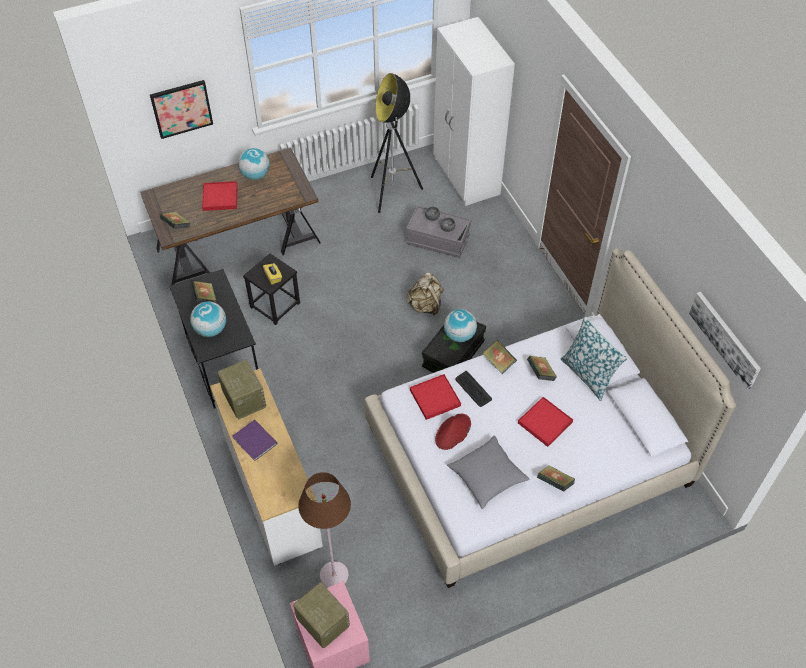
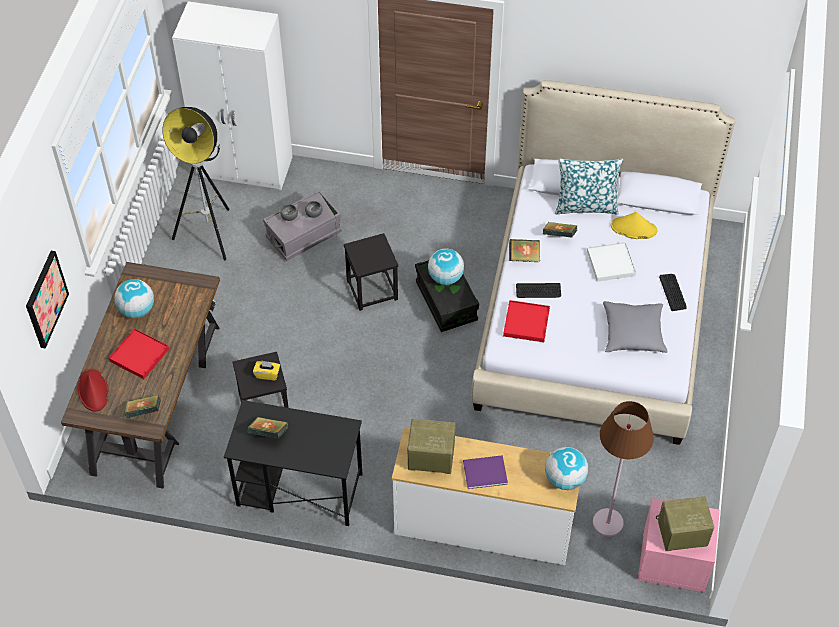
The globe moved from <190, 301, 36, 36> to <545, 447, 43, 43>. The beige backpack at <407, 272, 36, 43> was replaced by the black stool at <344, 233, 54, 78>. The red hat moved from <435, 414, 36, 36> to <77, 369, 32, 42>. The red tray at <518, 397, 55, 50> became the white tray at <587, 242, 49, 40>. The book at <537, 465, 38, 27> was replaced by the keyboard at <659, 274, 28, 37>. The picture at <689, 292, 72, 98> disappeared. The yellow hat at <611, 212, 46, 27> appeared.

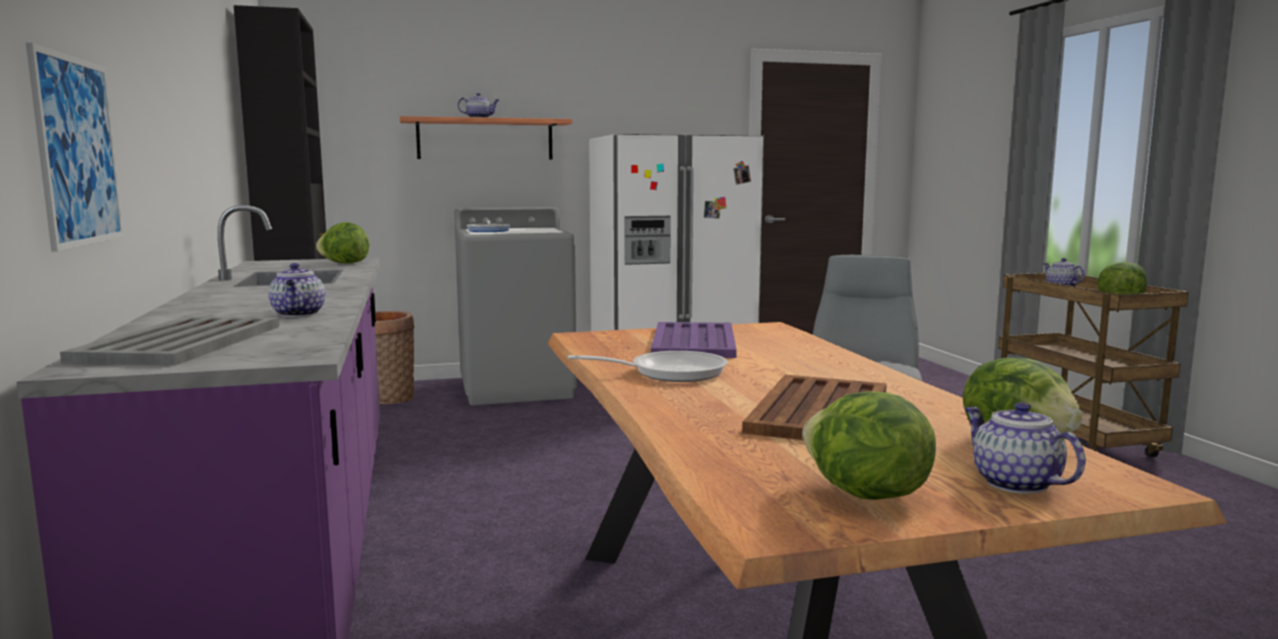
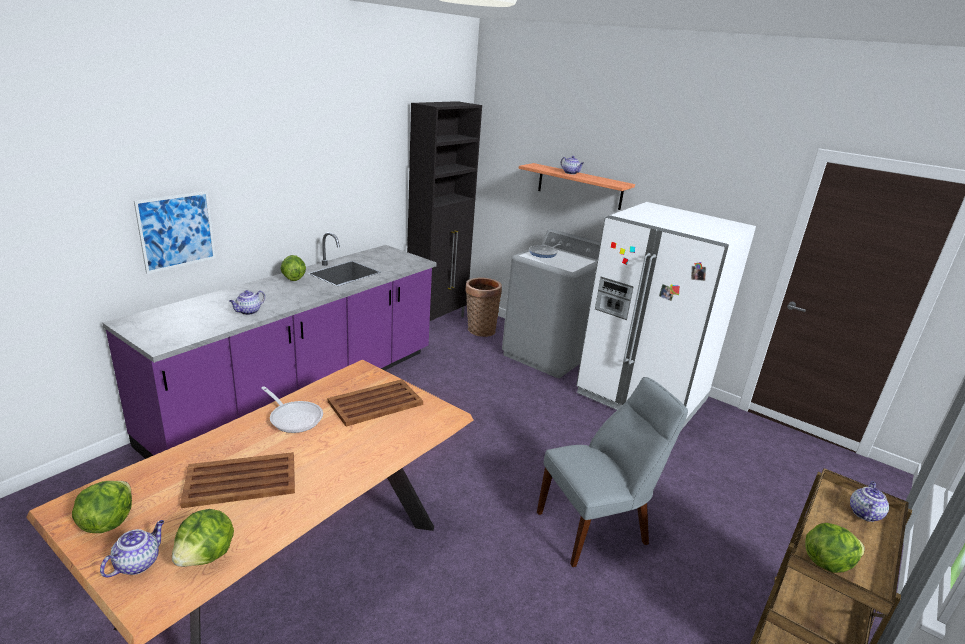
The grey tray at <60, 316, 219, 50> disappeared. The lettuce moved from <316, 222, 53, 42> to <280, 255, 26, 26>. The purple tray at <651, 322, 86, 36> became the brown tray at <328, 379, 95, 48>.

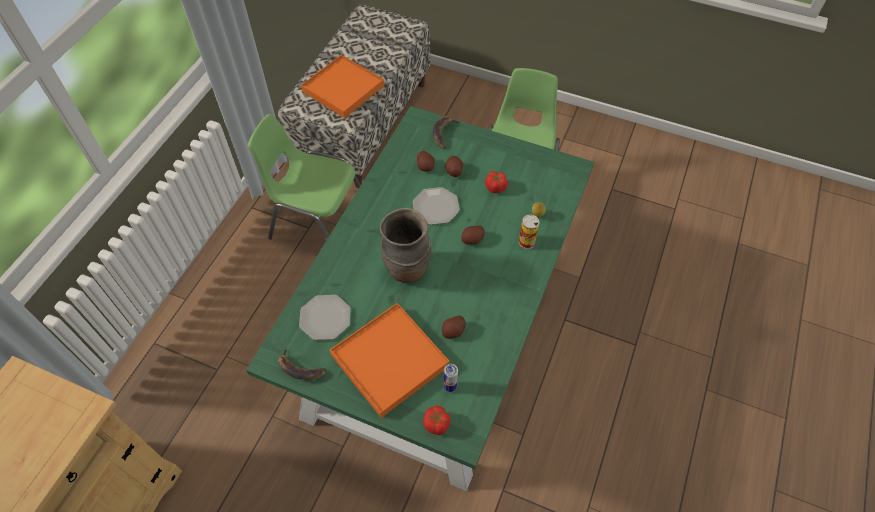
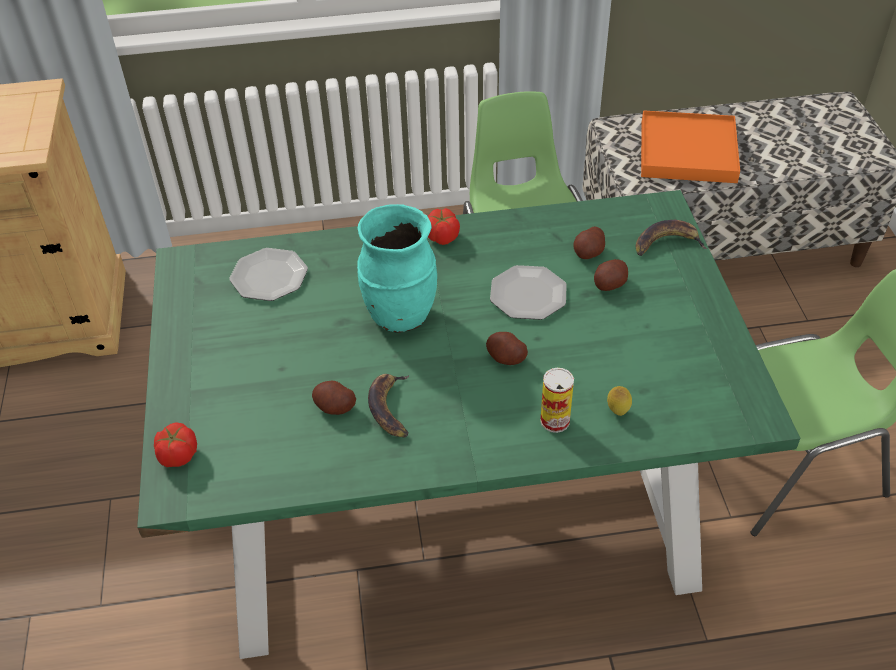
The banana moved from <278, 347, 49, 33> to <368, 374, 41, 63>. The orange tray at <330, 303, 119, 115> disappeared. The brown vase at <380, 208, 51, 75> became the turquoise vase at <357, 204, 80, 129>. The can at <443, 364, 15, 28> disappeared. The tomato moved from <485, 171, 23, 22> to <428, 208, 32, 37>.

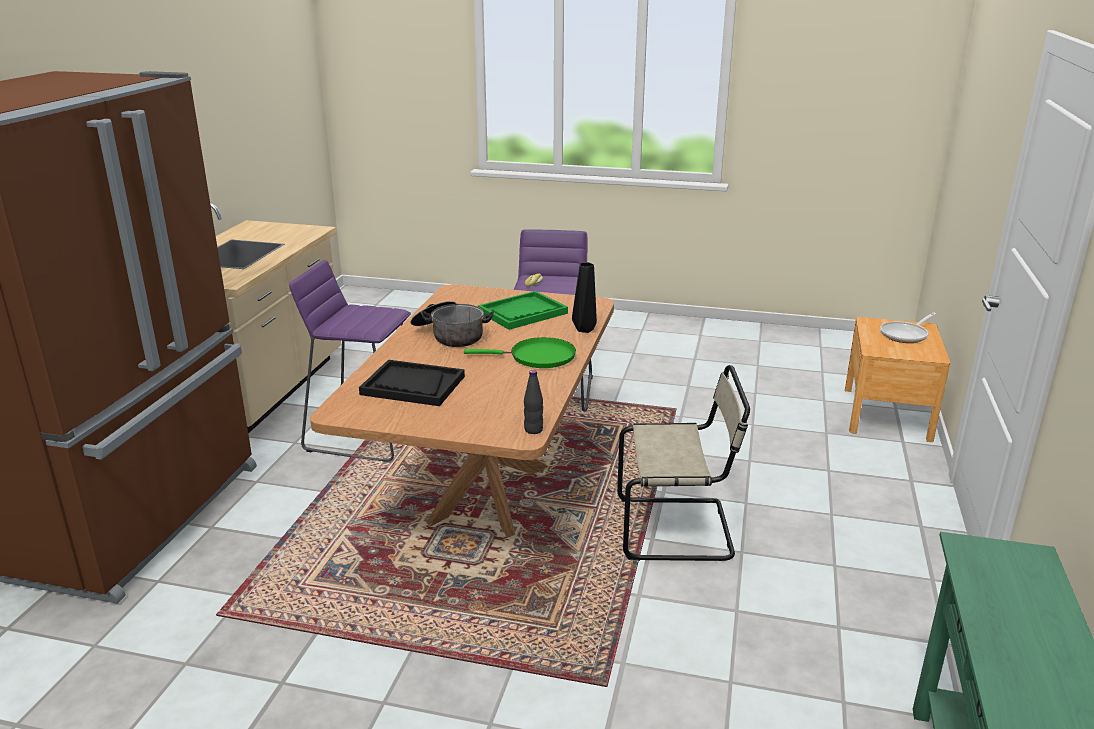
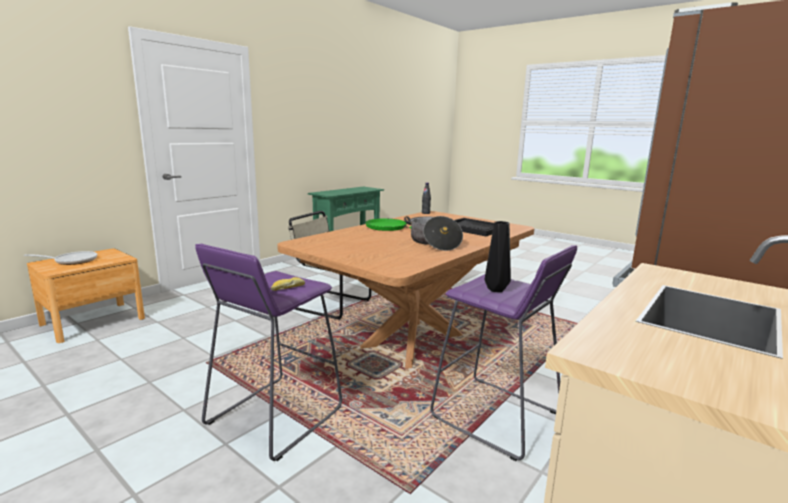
The green tray at <478, 291, 90, 39> disappeared. The black vase moved from <572, 262, 25, 71> to <485, 221, 26, 71>.

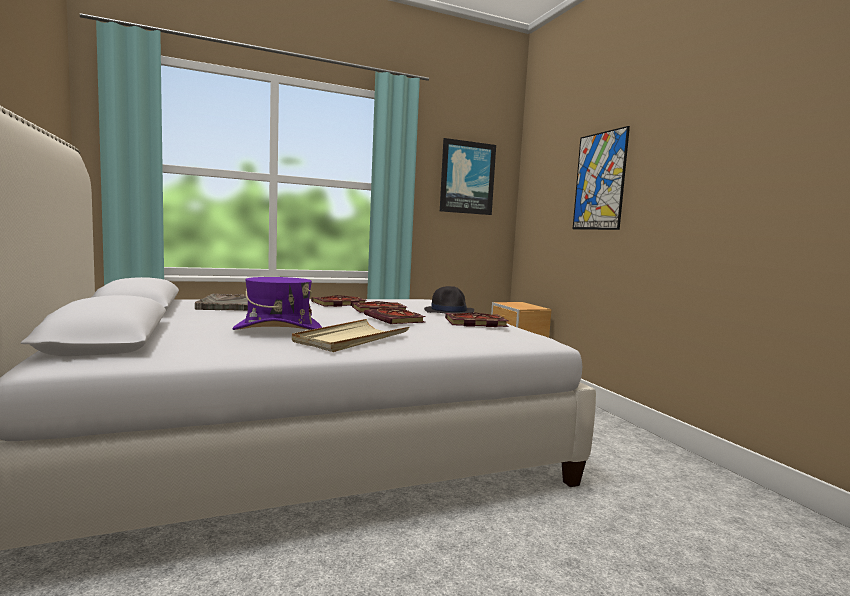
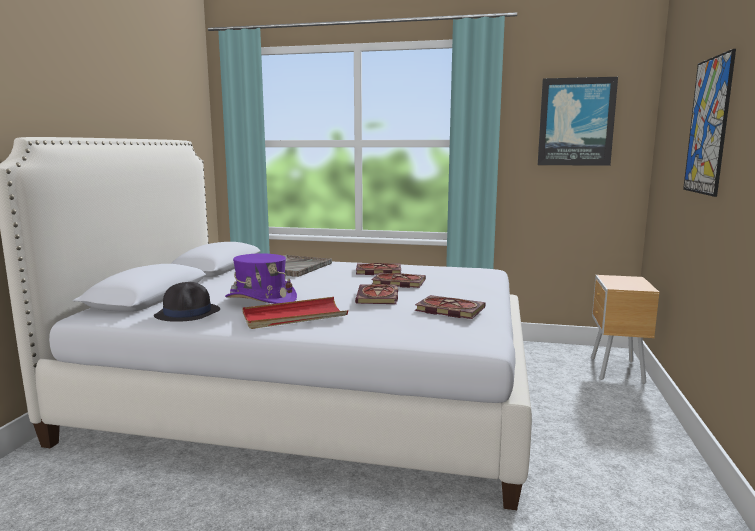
The beige tray at <292, 319, 117, 33> became the red tray at <242, 297, 106, 32>. The black hat moved from <424, 286, 50, 27> to <154, 282, 66, 40>.

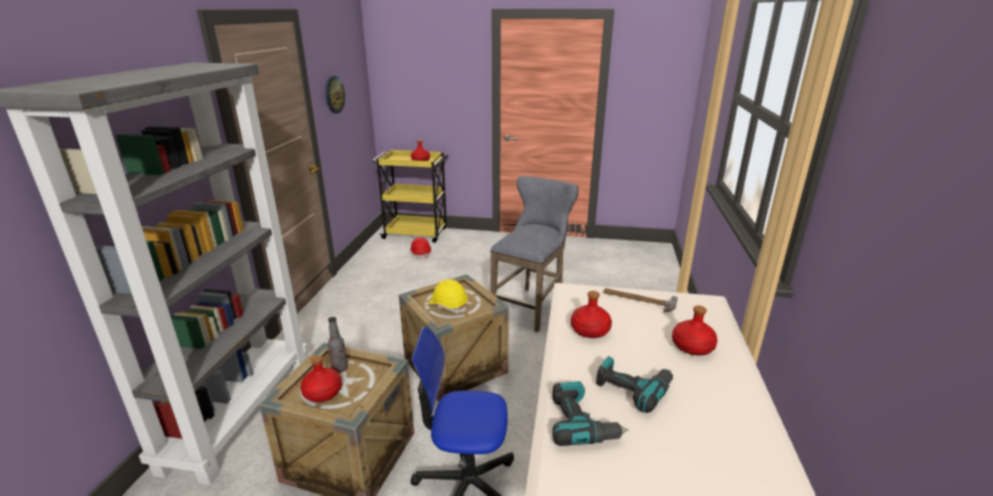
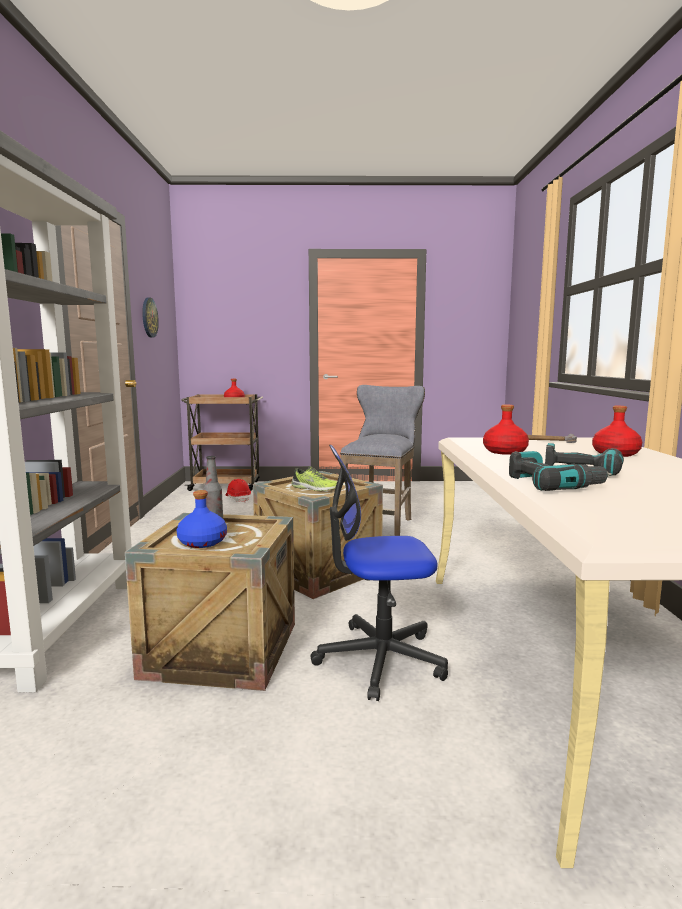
The red bottle at <300, 356, 42, 46> became the blue bottle at <177, 490, 50, 58>. The yellow cart at <372, 150, 76, 93> became the brown cart at <181, 394, 82, 97>. The yellow hard hat at <428, 279, 40, 34> was replaced by the shoe at <291, 466, 46, 25>.

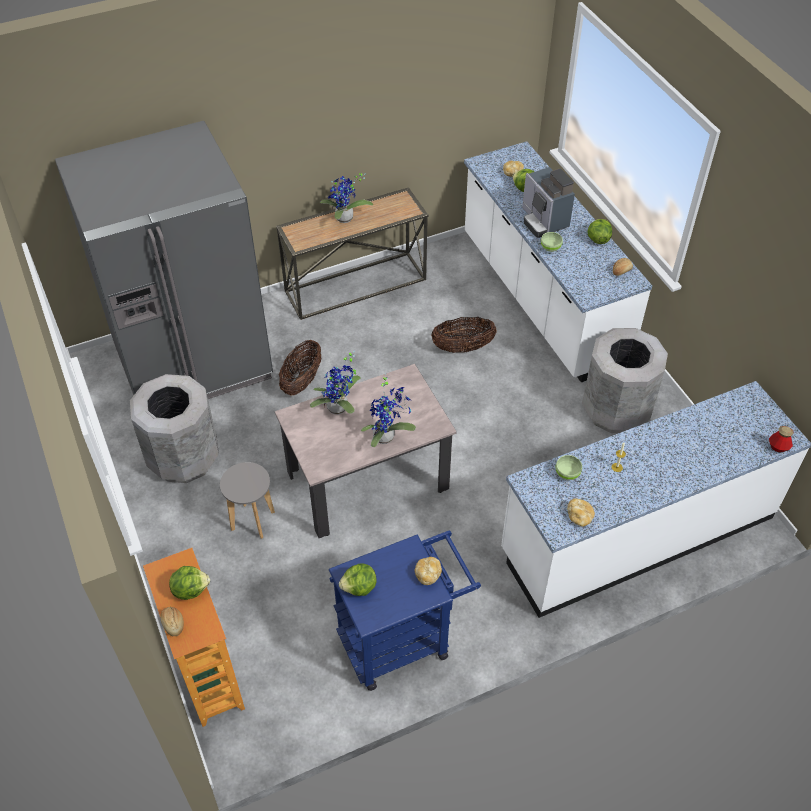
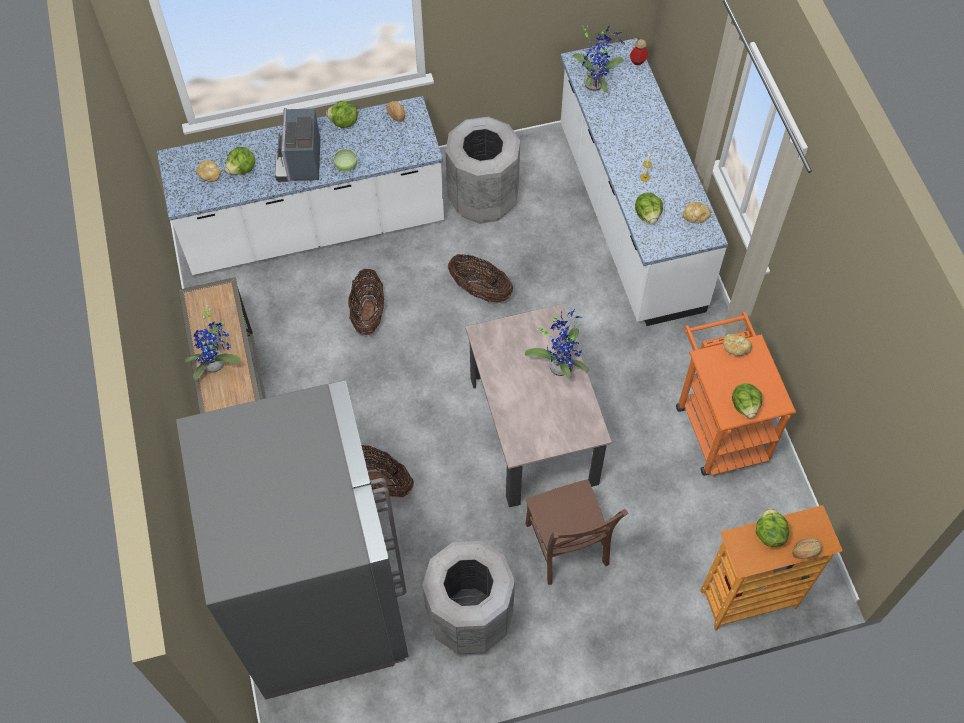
The grey stool at <220, 462, 55, 77> was replaced by the brown chair at <525, 479, 104, 106>. The potted plant moved from <310, 351, 51, 63> to <572, 25, 53, 67>. The blue cart at <329, 531, 152, 160> became the orange cart at <676, 312, 120, 164>. The coffee machine at <522, 167, 53, 71> turned 105 degrees clockwise. The green bowl at <555, 455, 27, 25> was replaced by the lettuce at <635, 193, 28, 31>. The basket at <448, 254, 65, 49> appeared.

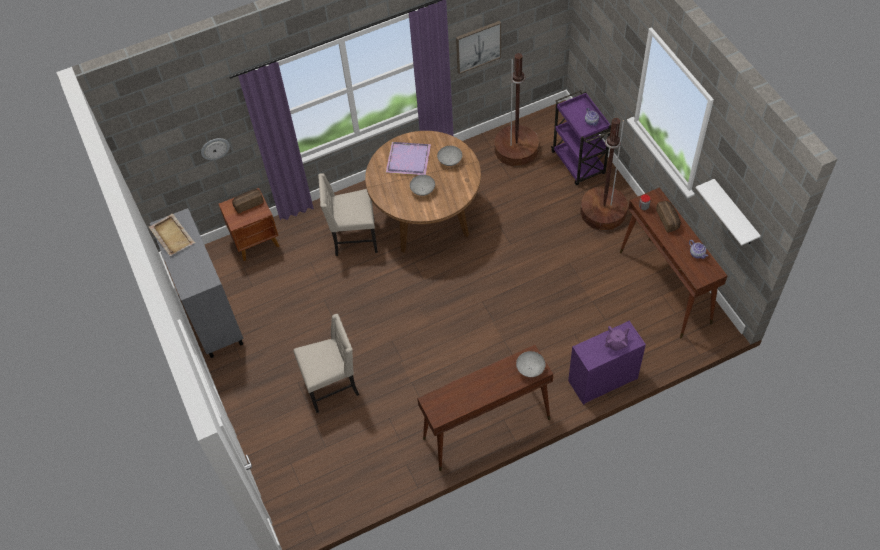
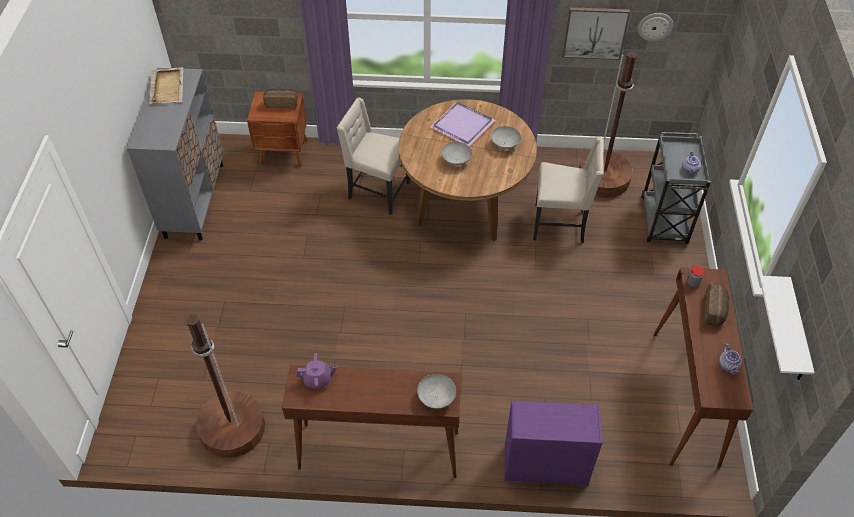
The wall clock moved from <201, 138, 29, 22> to <638, 13, 35, 28>. The beige chair moved from <293, 314, 66, 99> to <533, 138, 71, 105>. The purple cart at <551, 90, 60, 95> became the grey cart at <641, 132, 70, 112>. The brown floor lamp moved from <580, 118, 48, 112> to <186, 315, 79, 143>. The purple teapot moved from <605, 326, 25, 25> to <296, 353, 41, 35>.

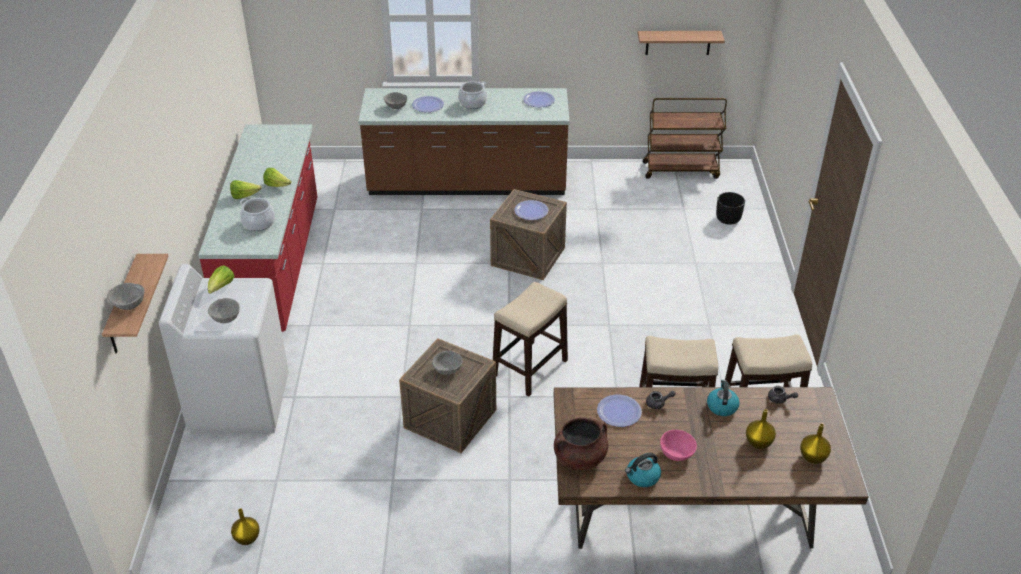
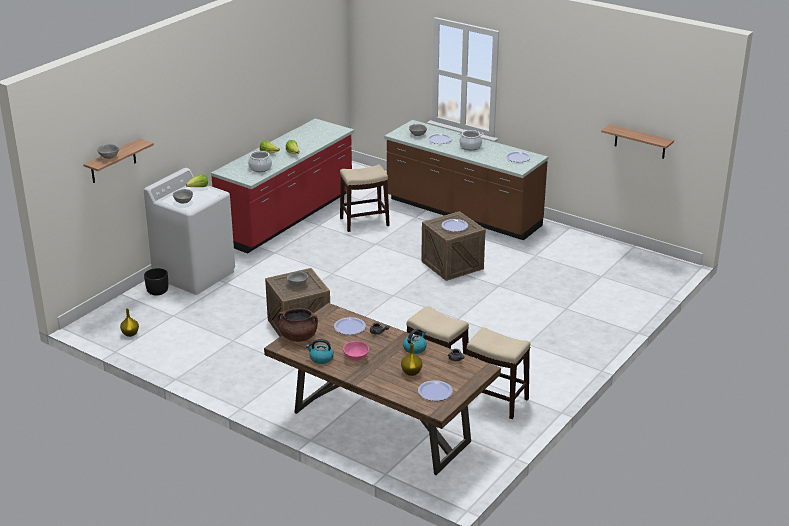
The stool moved from <493, 282, 75, 114> to <340, 165, 50, 67>. The brown cart at <643, 98, 84, 81> disappeared. The black planter moved from <716, 192, 29, 33> to <144, 268, 24, 28>. The yellow vase at <800, 423, 31, 41> was replaced by the plate at <418, 380, 35, 21>.

